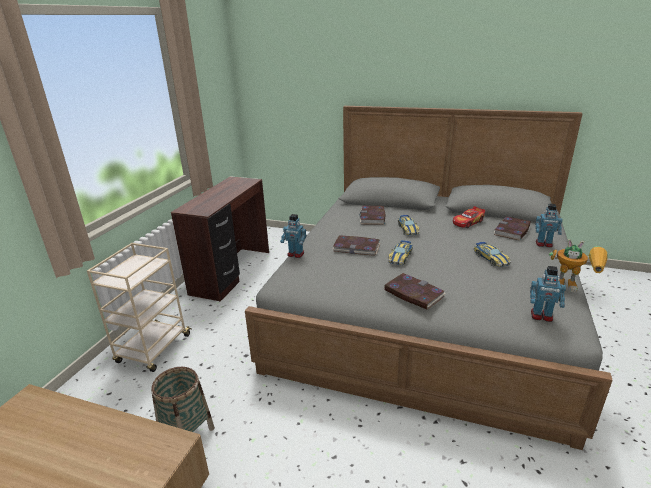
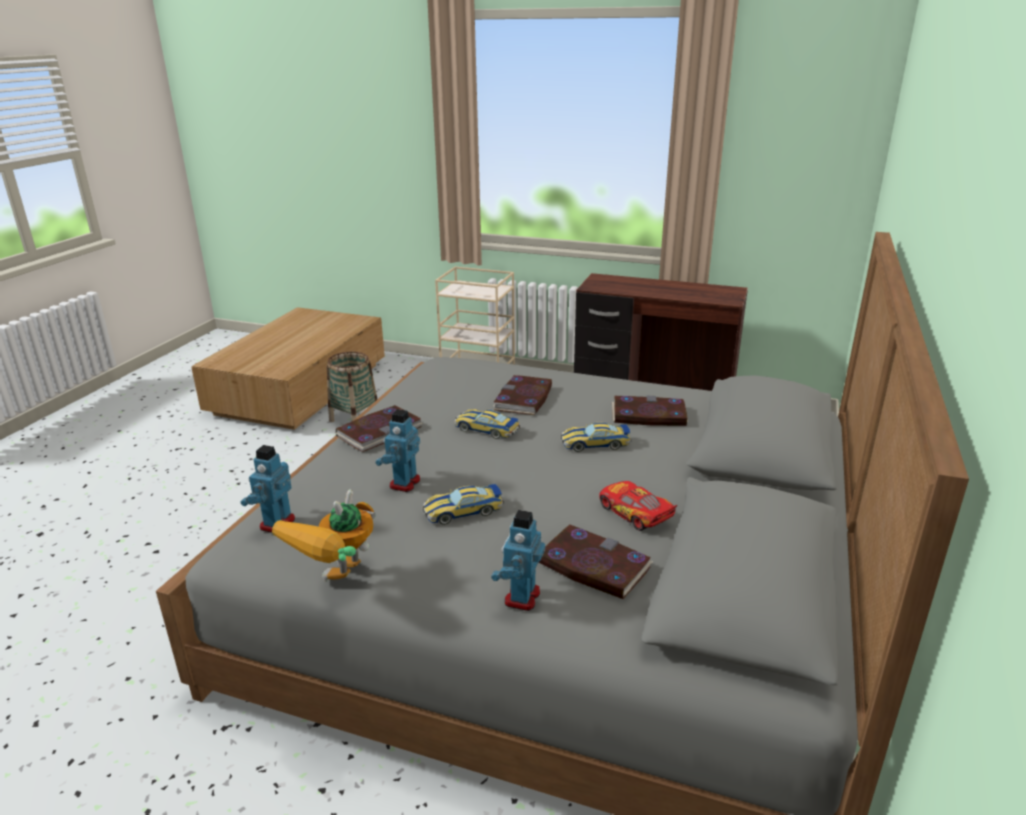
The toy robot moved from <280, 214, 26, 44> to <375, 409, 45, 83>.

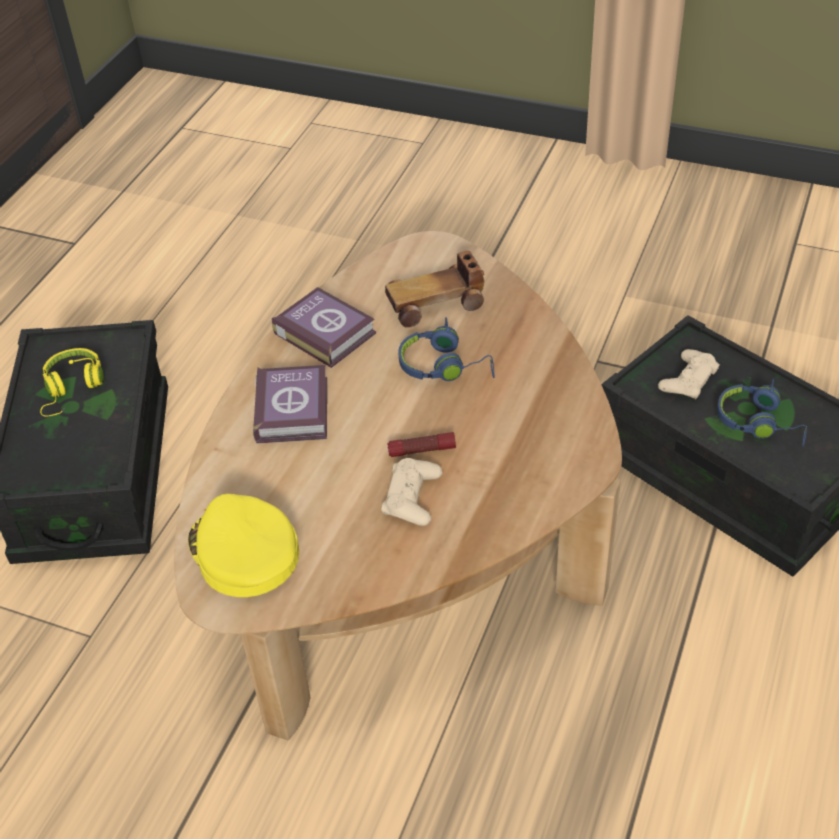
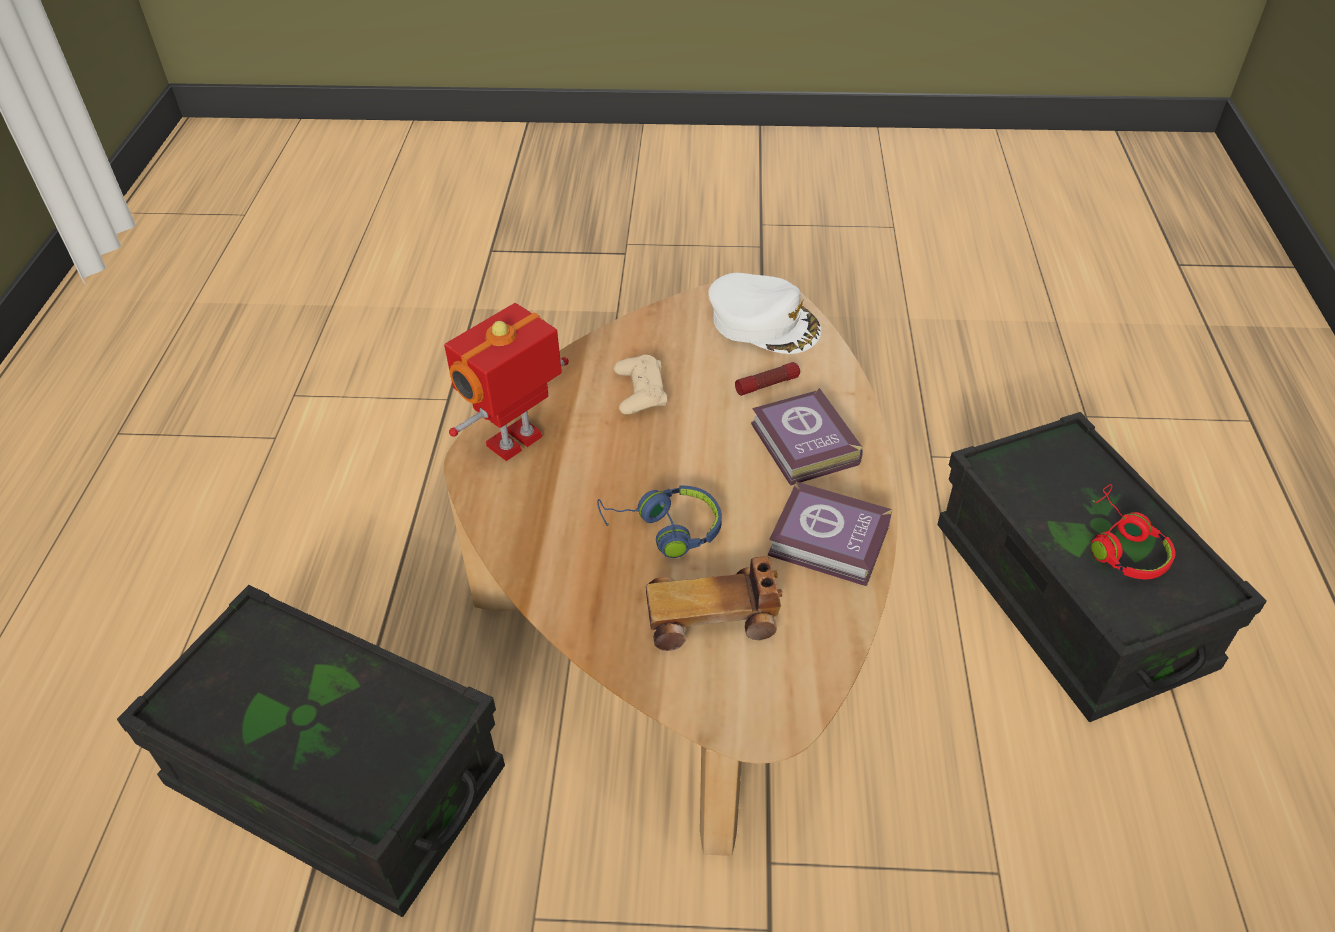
The yellow headphones at <40, 348, 64, 69> became the red headphones at <1091, 484, 84, 95>. The yellow cap at <188, 494, 111, 103> became the white cap at <708, 273, 113, 81>. The toy car at <385, 251, 100, 77> turned 150 degrees counterclockwise. The flashlight moved from <387, 432, 69, 25> to <735, 362, 65, 34>. The beige game controller at <658, 349, 62, 50> disappeared. The blue headphones at <717, 378, 90, 69> disappeared. The toy robot at <444, 303, 125, 158> appeared.

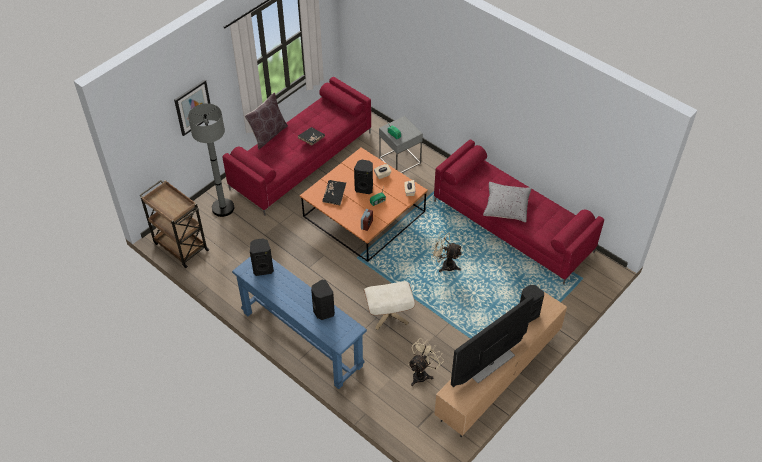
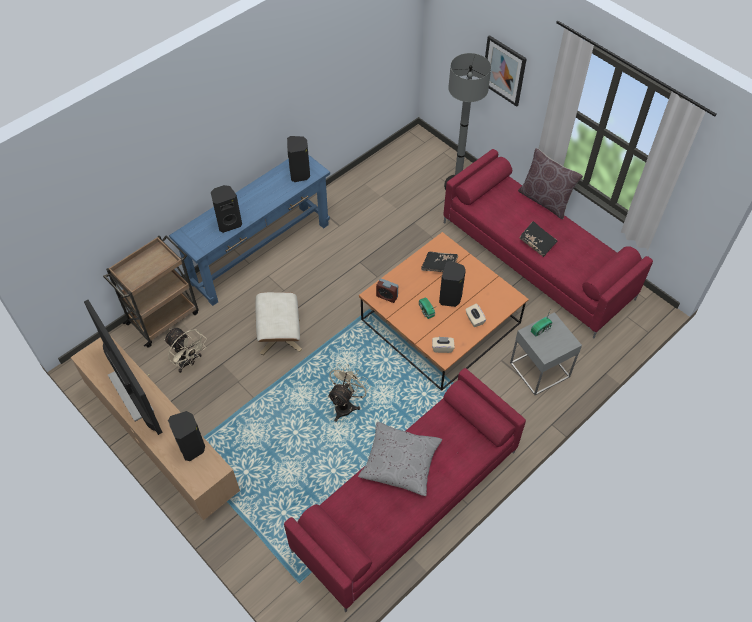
The brown cart moved from <140, 180, 70, 88> to <103, 236, 95, 112>.

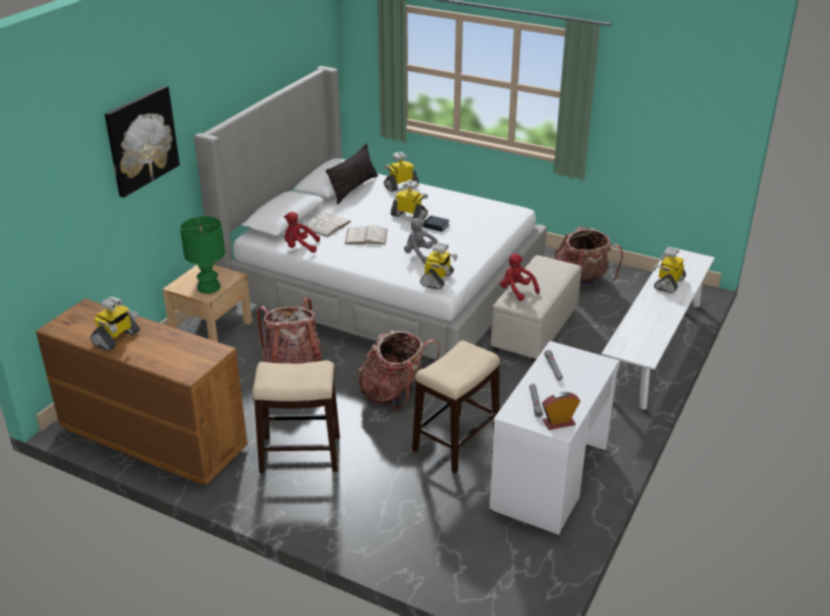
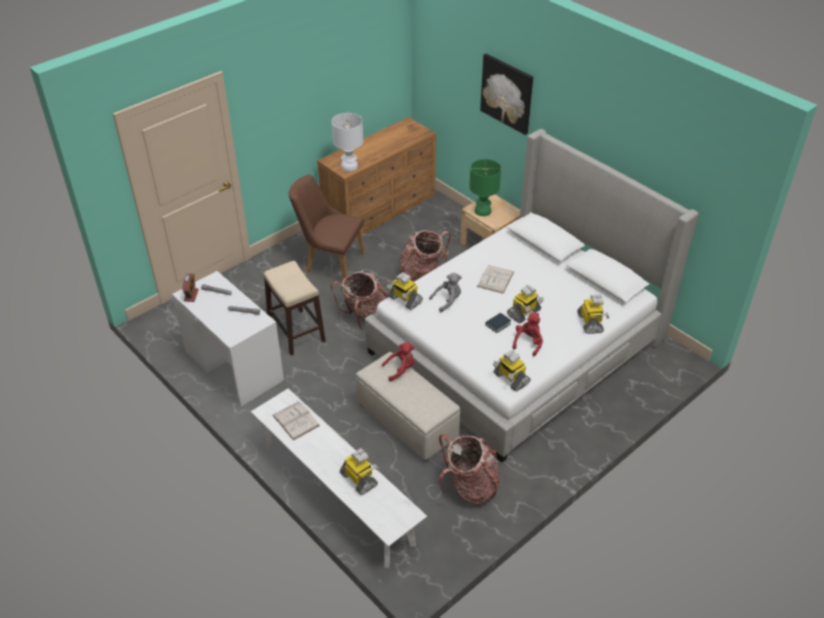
The toy robot moved from <90, 296, 50, 55> to <493, 350, 37, 42>. The stool at <252, 361, 88, 112> was replaced by the brown chair at <288, 175, 76, 104>. The red plush toy moved from <284, 212, 36, 41> to <512, 312, 31, 44>. The white book moved from <303, 213, 48, 24> to <272, 401, 48, 40>. The pillow at <326, 143, 52, 61> disappeared. The white table lamp at <332, 113, 31, 58> appeared.

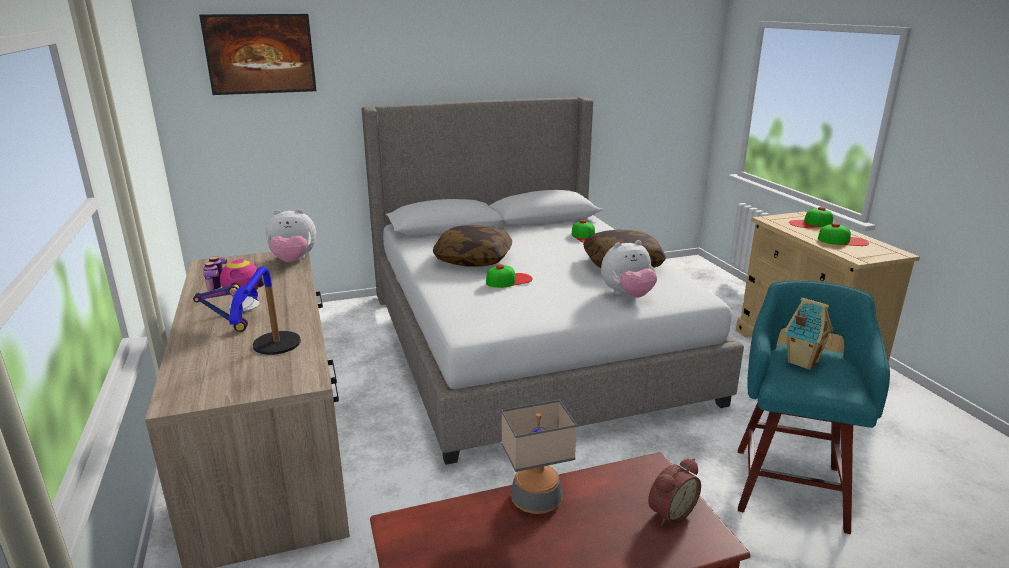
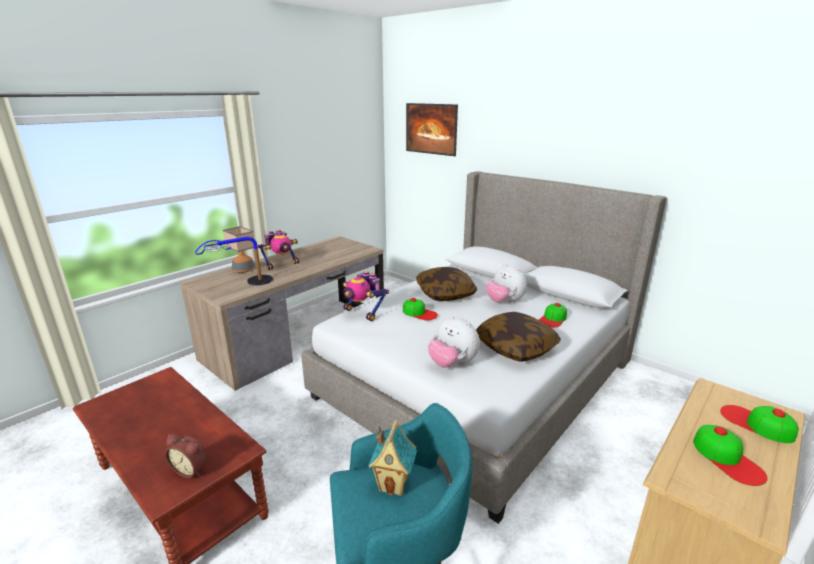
The plush toy moved from <266, 209, 50, 53> to <486, 264, 41, 39>. The table lamp moved from <501, 400, 76, 114> to <223, 226, 32, 47>. The toy robot at <342, 271, 47, 50> appeared.

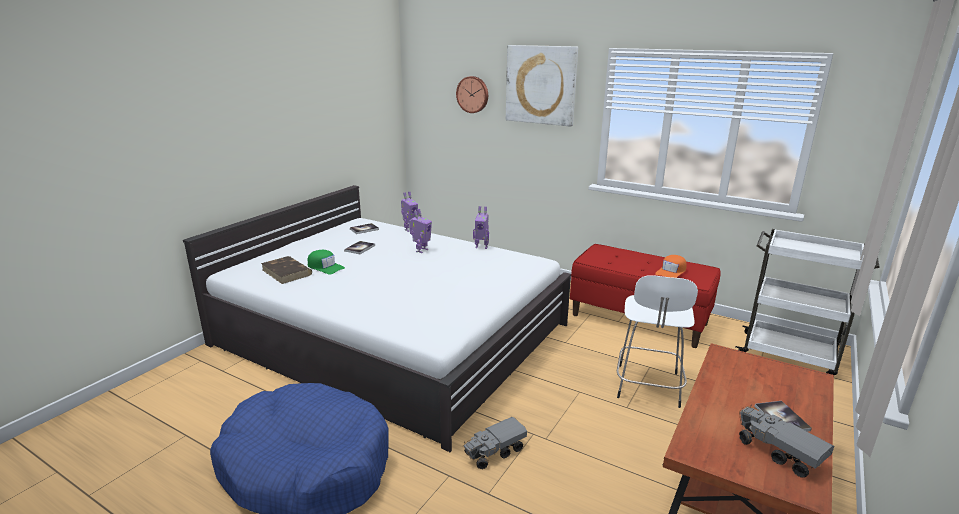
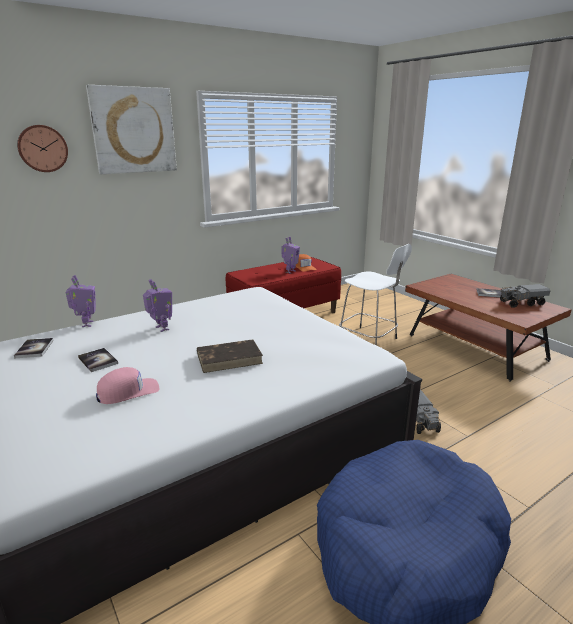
The brown book moved from <261, 256, 51, 28> to <197, 339, 66, 34>. The green cap at <308, 250, 37, 24> became the pink cap at <96, 367, 63, 37>. The toy robot moved from <473, 206, 16, 43> to <281, 237, 19, 37>. The white cart at <735, 229, 145, 146> disappeared.

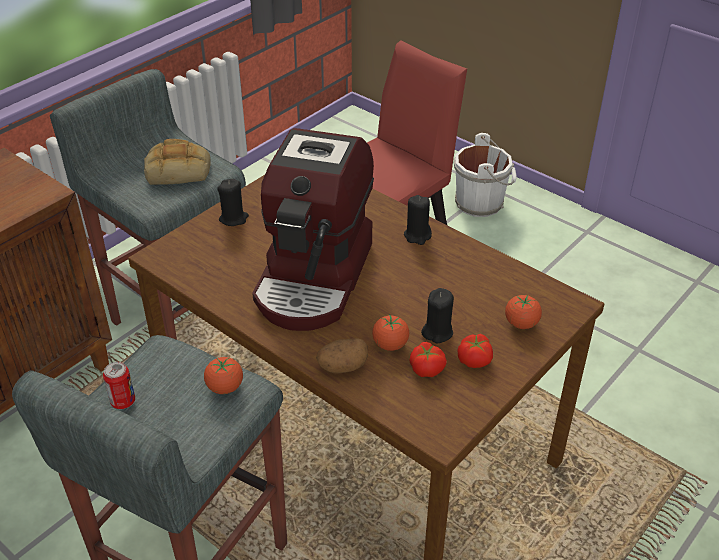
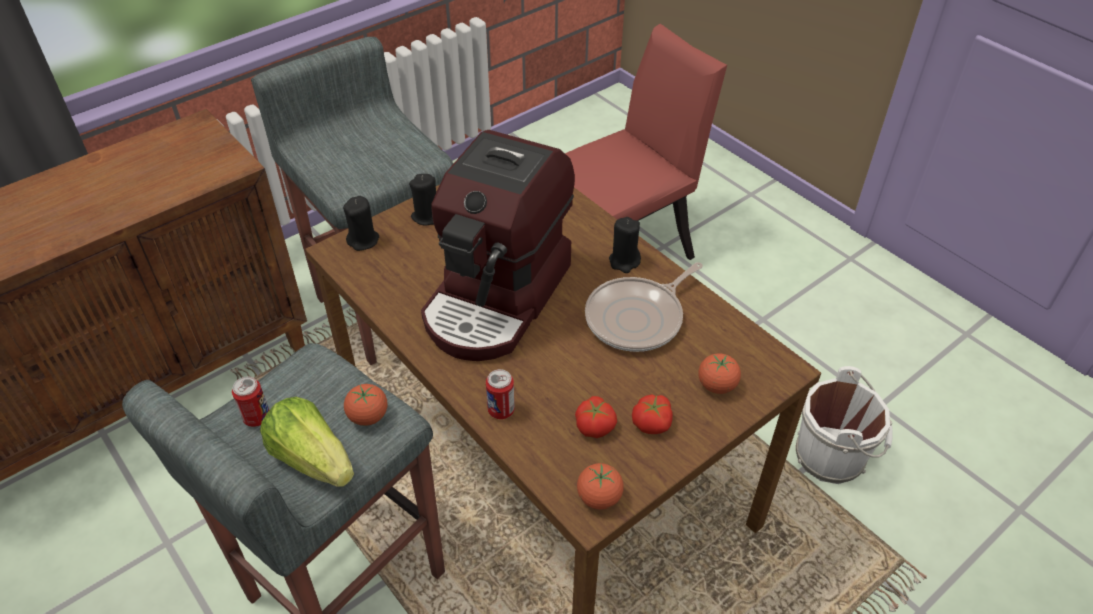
The bread at <144, 139, 67, 46> disappeared. The potato at <316, 338, 52, 35> was replaced by the can at <486, 369, 29, 50>. The tomato moved from <372, 315, 37, 36> to <577, 463, 47, 47>. The black candle moved from <421, 288, 33, 55> to <343, 196, 36, 55>. The white bucket moved from <454, 133, 63, 84> to <796, 366, 97, 118>. The lettuce at <260, 397, 94, 90> appeared. The frying pan at <585, 262, 118, 90> appeared.

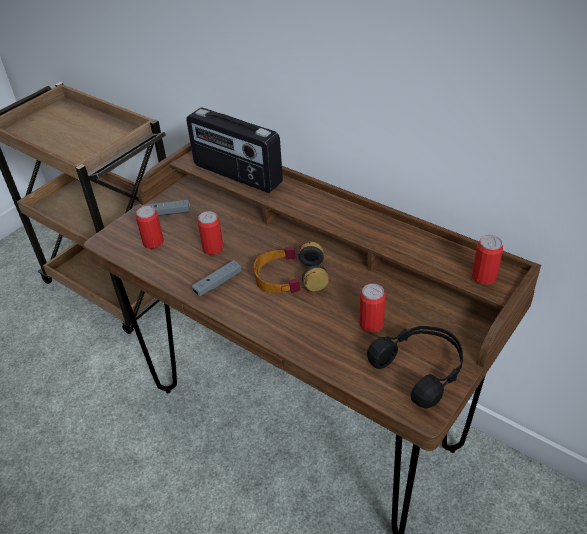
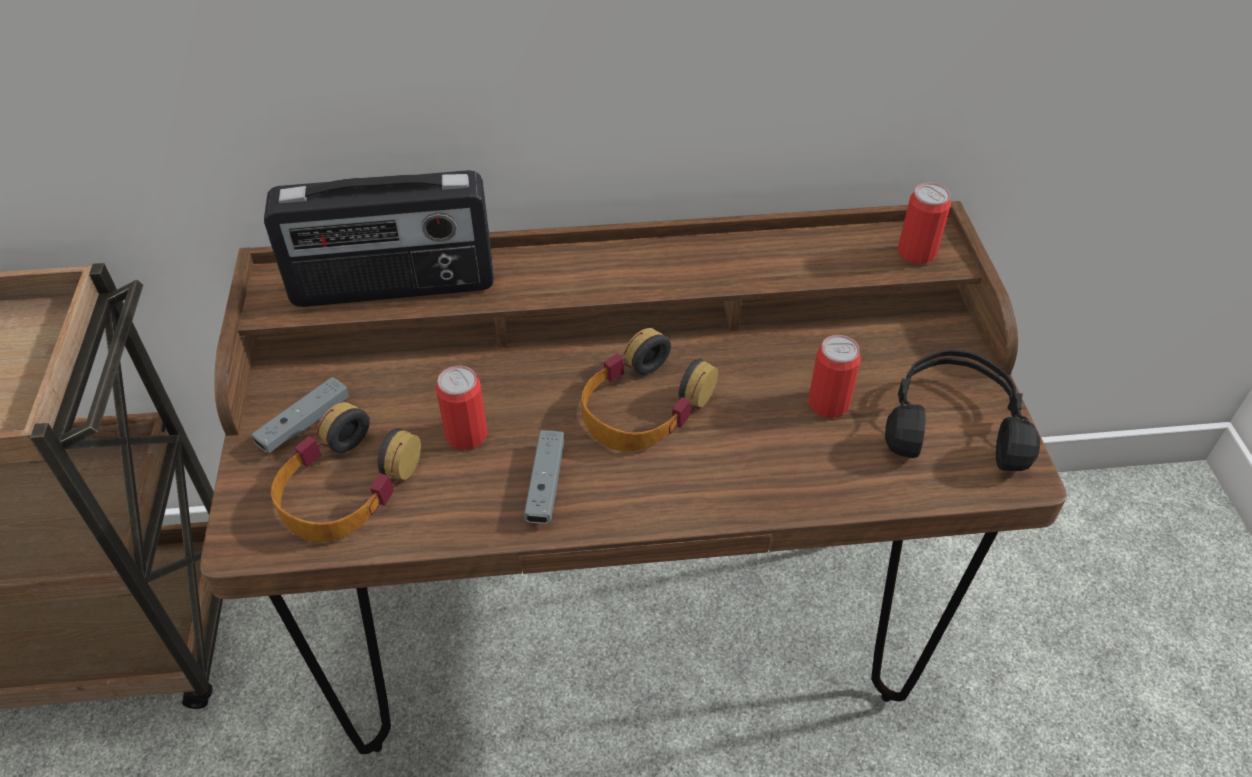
The can at <136, 206, 28, 43> was replaced by the headphones at <271, 402, 150, 140>.

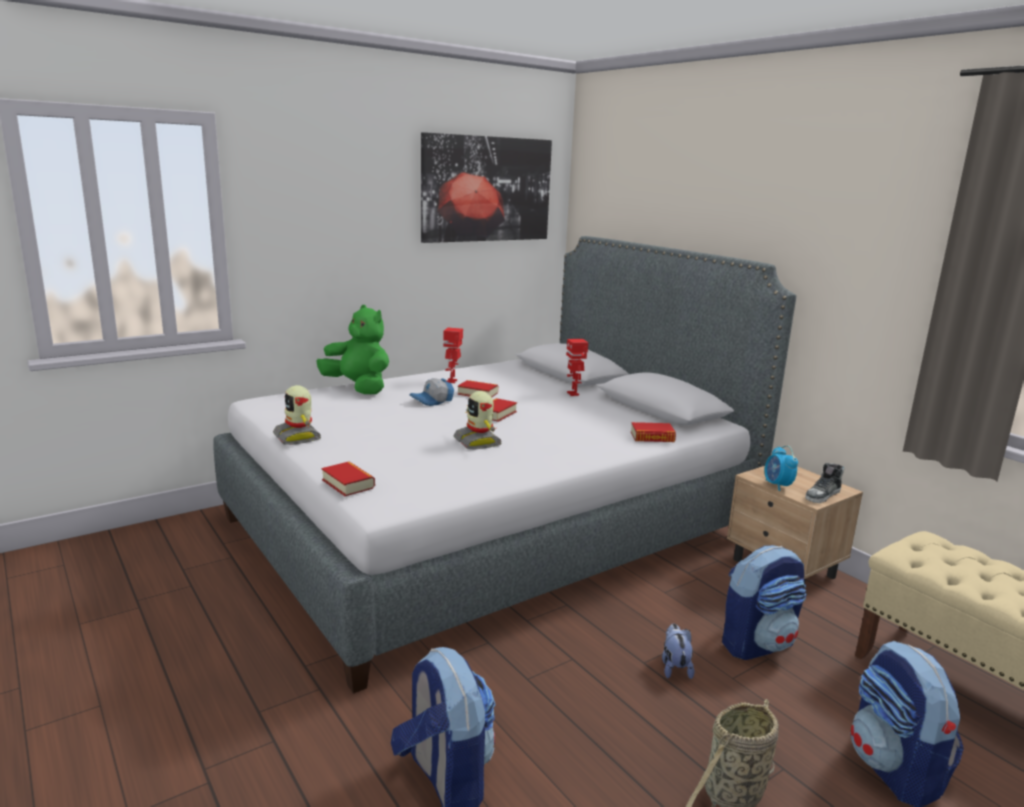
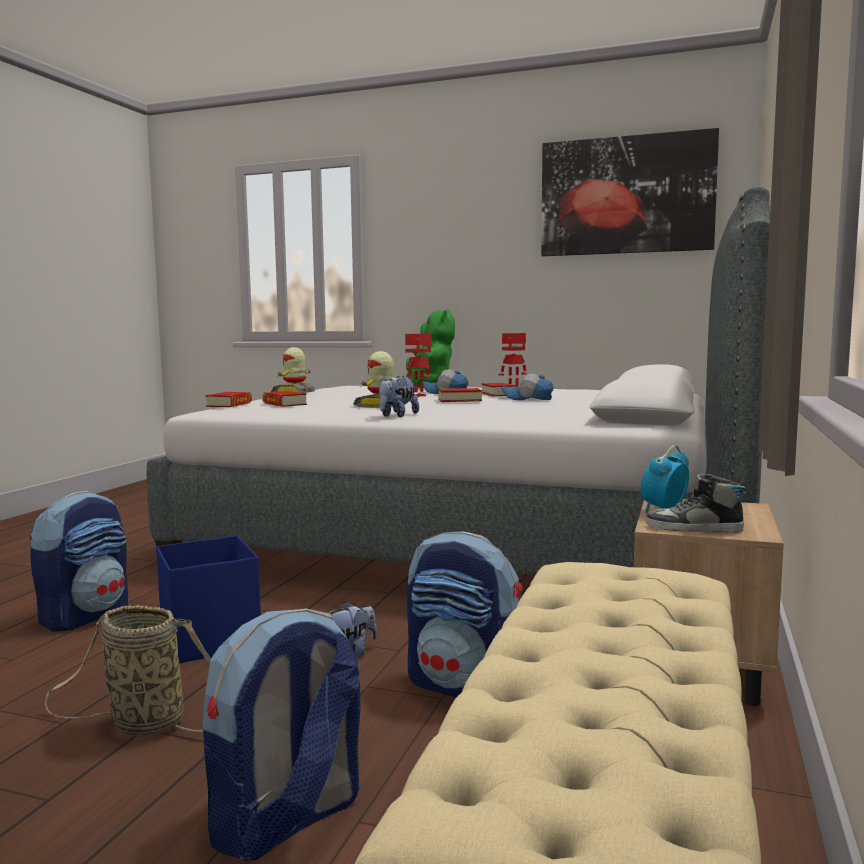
The toy robot moved from <566, 339, 22, 57> to <405, 333, 27, 64>. The book moved from <631, 422, 45, 20> to <263, 391, 44, 16>. The blue storage box at <156, 535, 105, 128> appeared. The plush toy at <379, 376, 40, 41> appeared. The cap at <502, 373, 51, 27> appeared.

